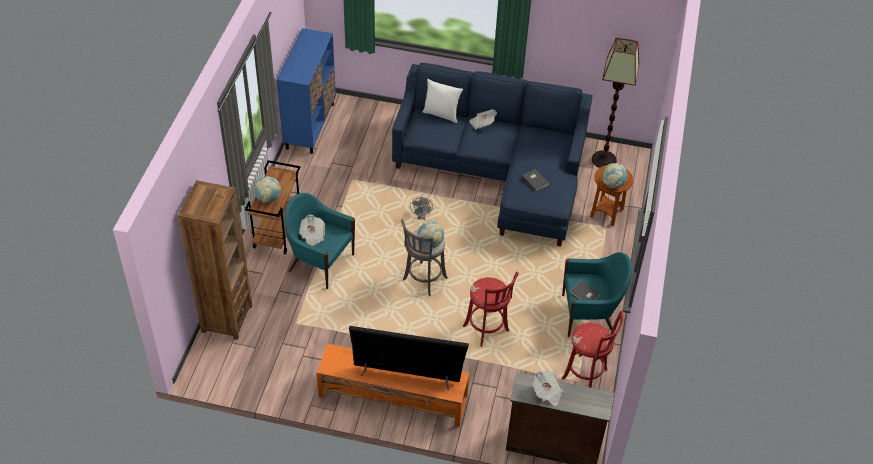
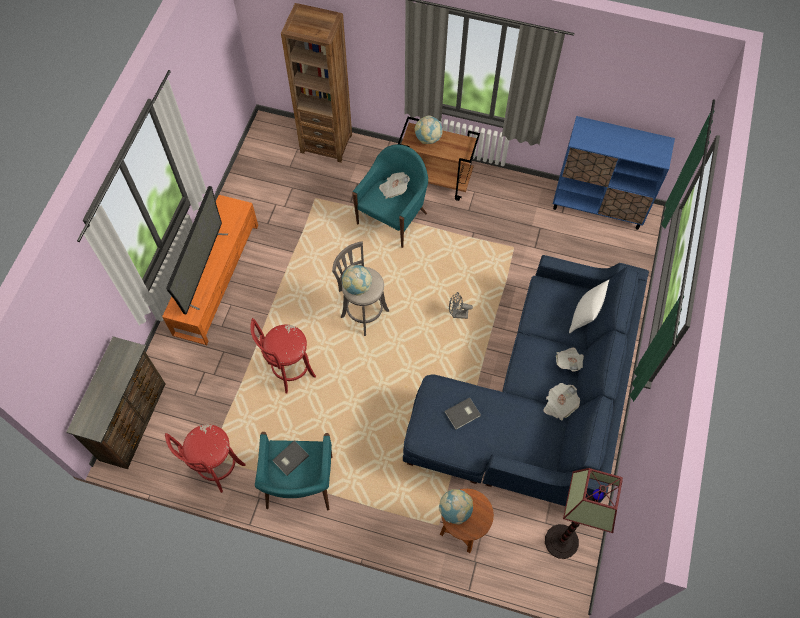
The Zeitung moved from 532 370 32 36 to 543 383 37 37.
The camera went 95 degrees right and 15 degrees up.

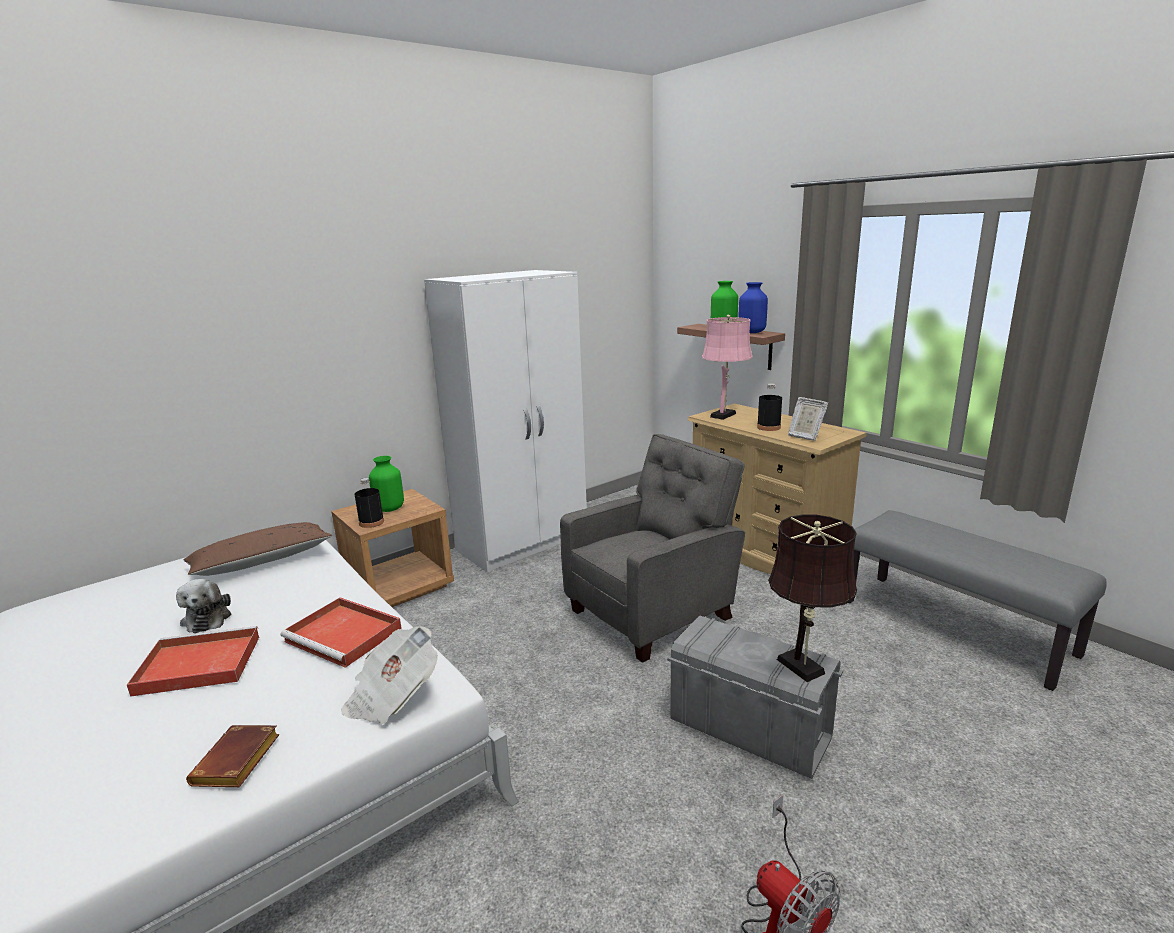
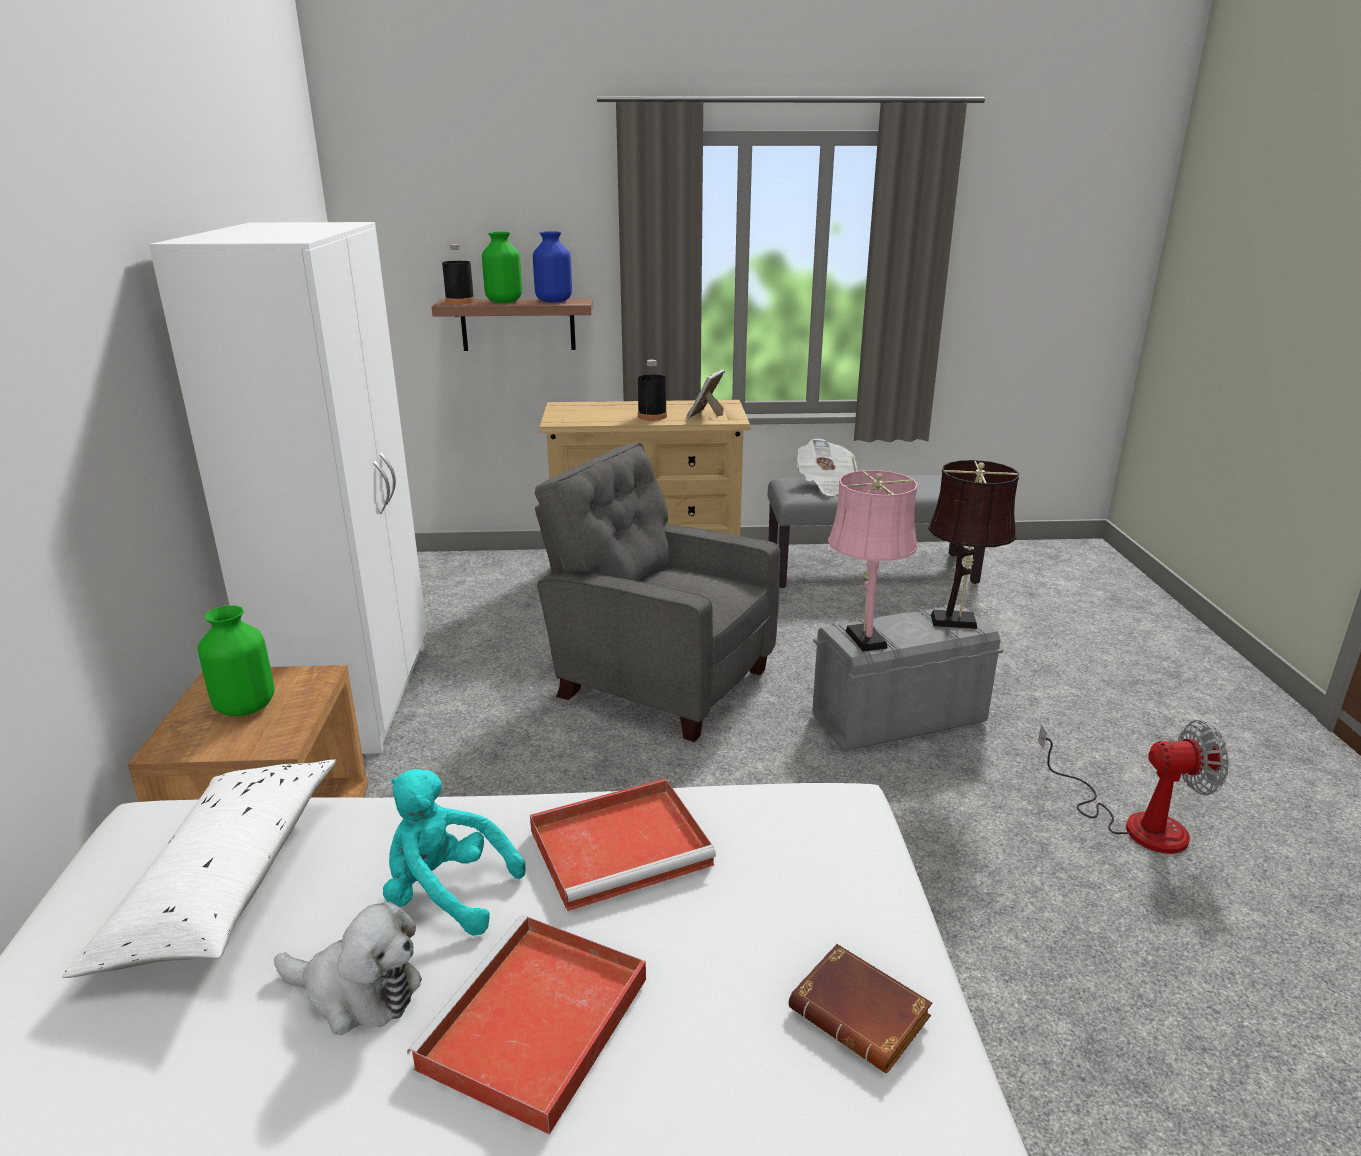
The Tischlampe [rosa] moved from 702 315 51 105 to 828 470 90 181.
The Bilderrahmen at 788 397 40 44 turned 120 degrees clockwise.
The Sessel [grau] at 560 434 185 229 turned 60 degrees counterclockwise.
The Flasche [schwarz] moved from 355 478 29 50 to 442 244 33 60.
The Kissen [braun] at 184 522 149 54 became the Kissen [weiß] at 62 759 274 219.
The Zeitung moved from 341 626 97 98 to 797 439 61 57.
The Plüschtier [türkis] at 383 769 143 167 appeared.
The camera went 55 degrees left and 5 degrees up.

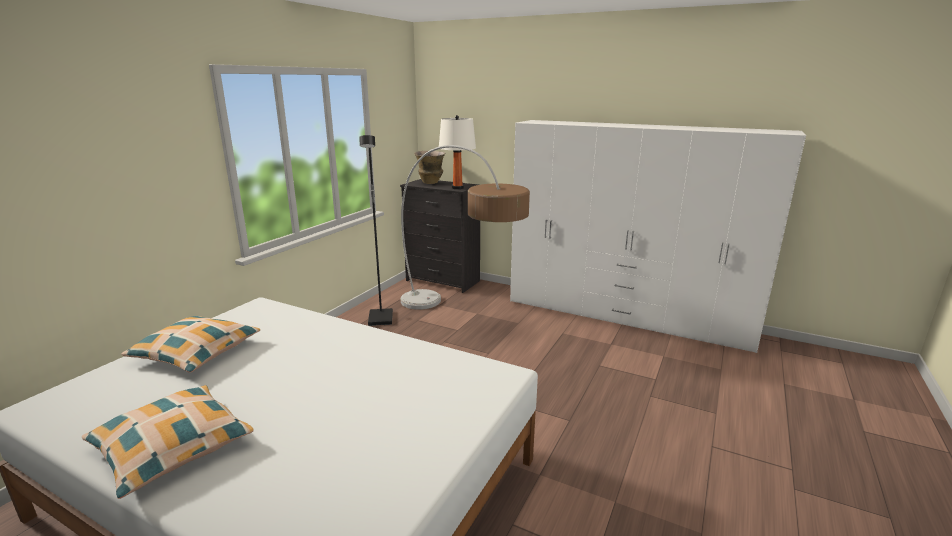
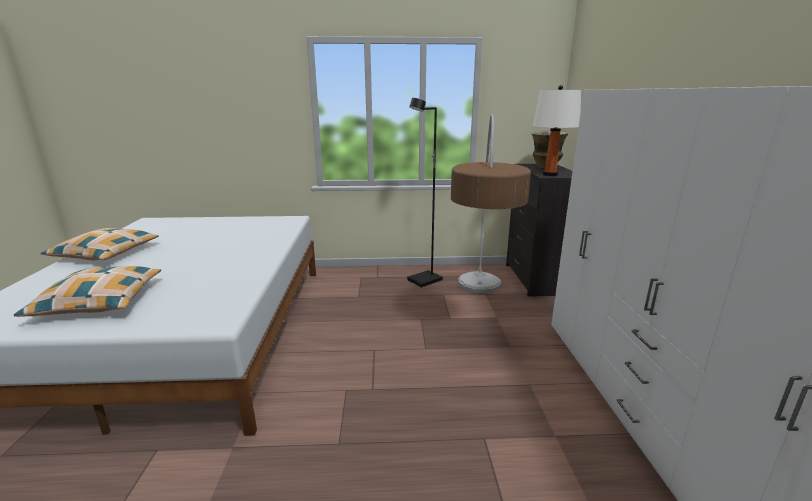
The Kissen moved from 121 316 139 57 to 14 266 148 51.
The camera went 60 degrees right and 0 degrees up.

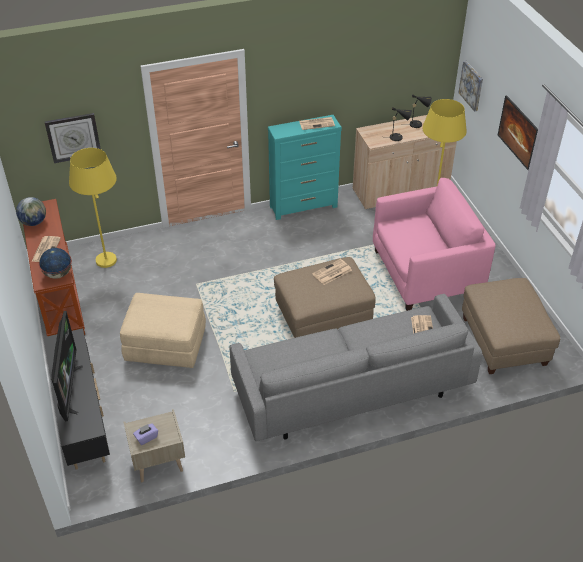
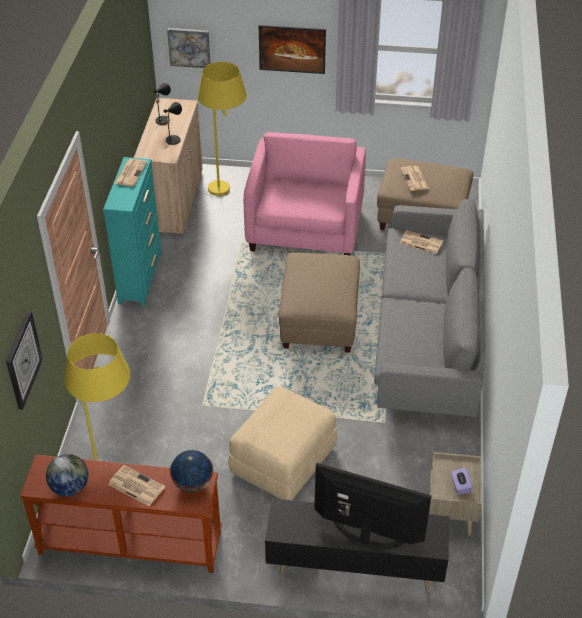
The Zeitung moved from 312 259 40 26 to 400 166 29 25.
The camera went 65 degrees left and 0 degrees up.

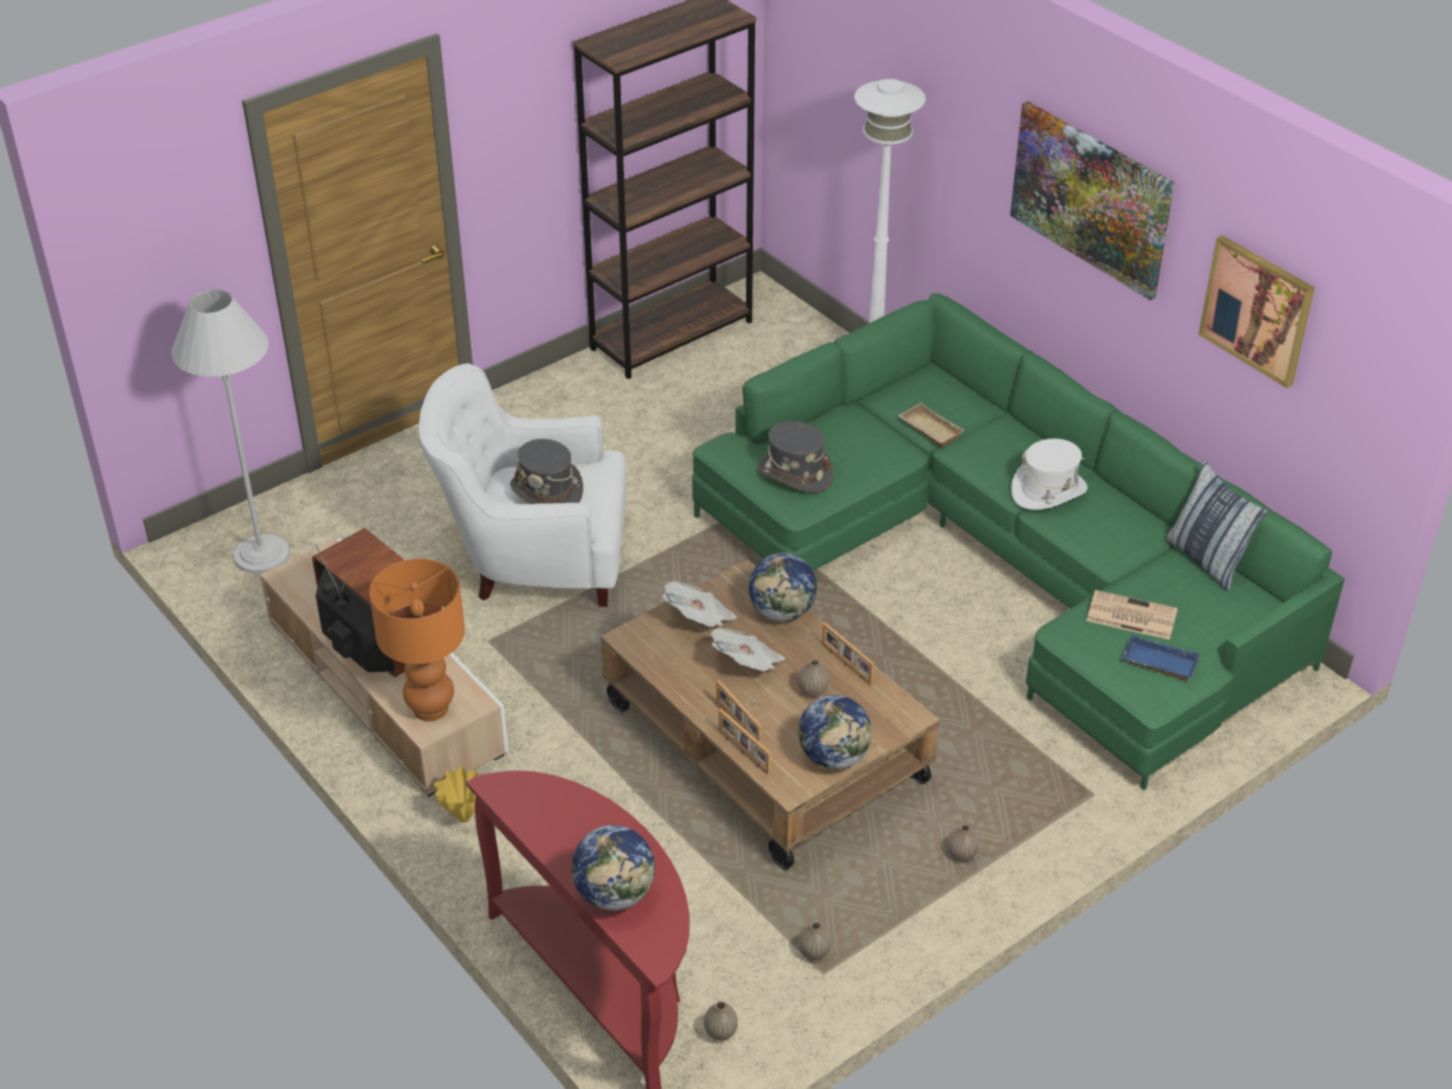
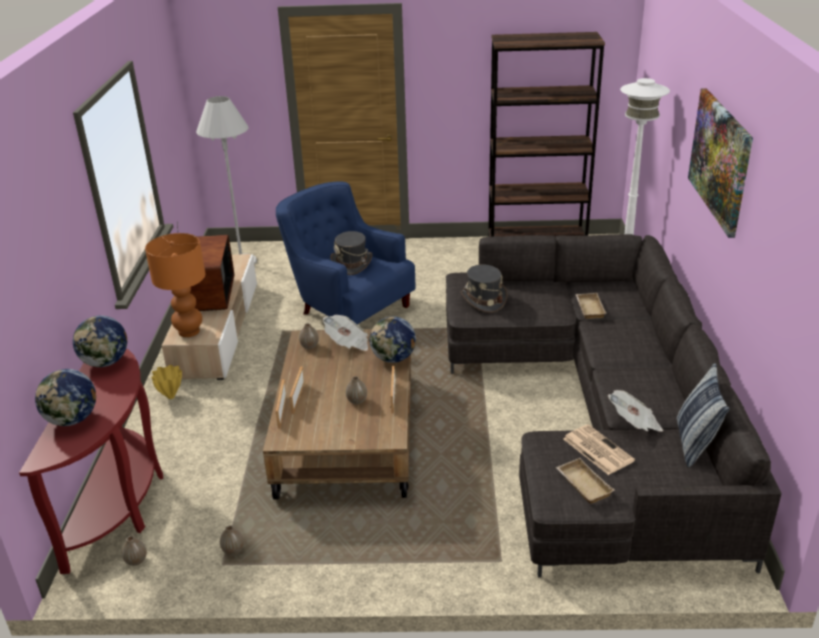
The Bild at 1198 235 117 153 disappeared.
The Sofa [grün] at 692 293 653 497 became the Sofa [grau] at 446 234 336 343.
The Sessel [weiß] at 419 363 208 244 became the Sessel [blau] at 276 181 140 144.
The Hut [weiß] at 1011 439 77 71 disappeared.
The Zeitung moved from 710 628 75 44 to 608 390 55 42.
The Tablett [blau] at 1122 634 79 47 became the Tablett [beige] at 556 458 59 46.
The Globus moved from 798 695 74 74 to 73 315 54 52.
The Vase moved from 947 824 32 38 to 299 323 20 26.
The camera went 40 degrees right and 10 degrees down.

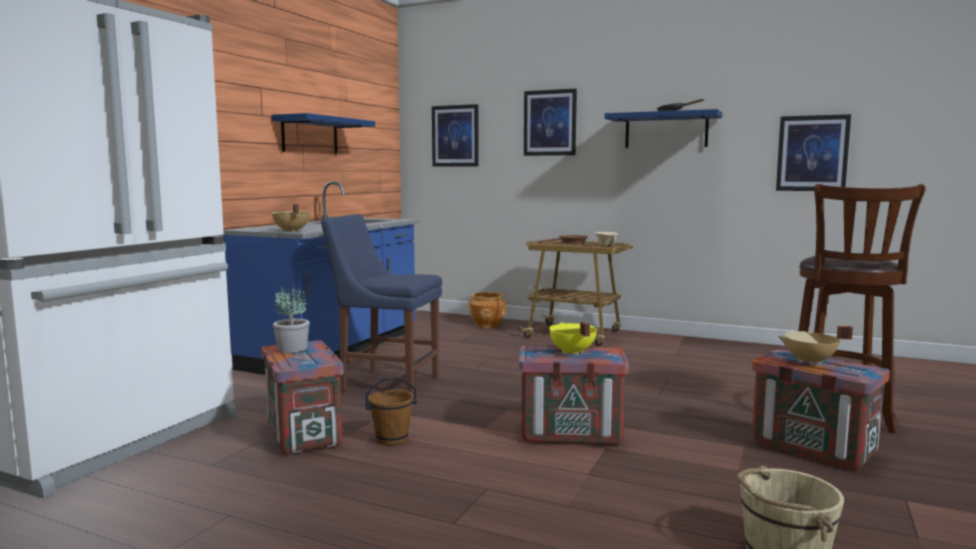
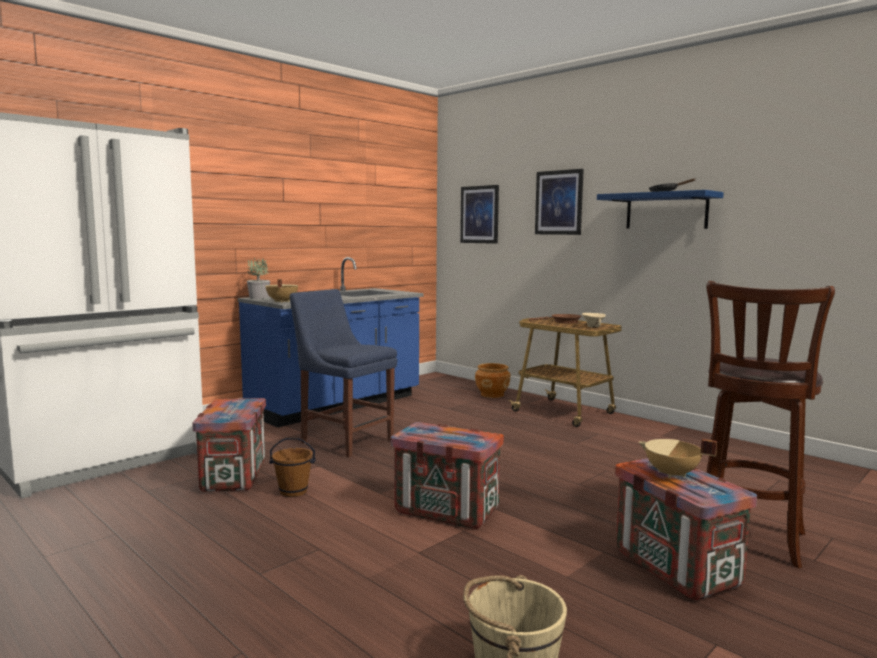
The Wandregal [blau] at 272 113 103 41 disappeared.
The Bild at 776 114 75 77 disappeared.
The Topfpflanze moved from 273 285 36 68 to 247 257 23 42.
The Kochtopf [gelb] at 549 322 48 33 disappeared.
The camera went 20 degrees right and 0 degrees up.

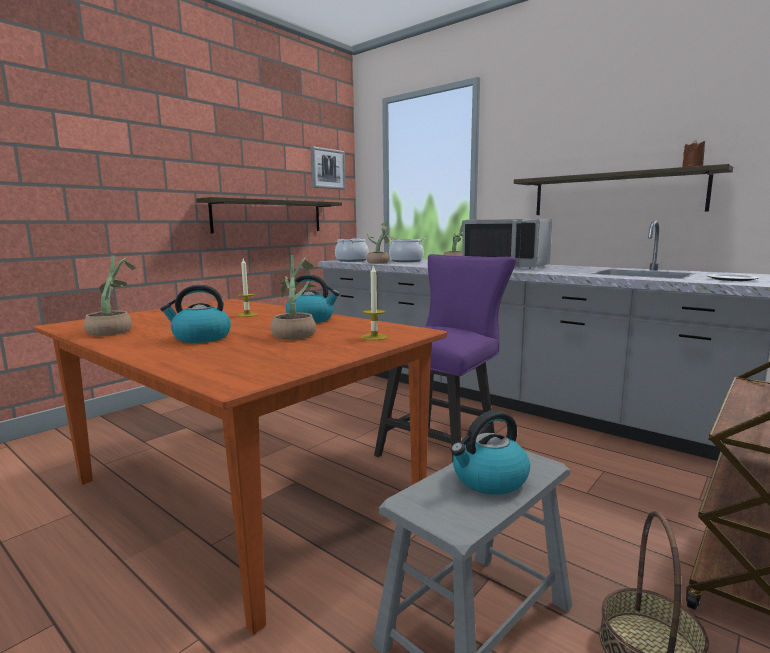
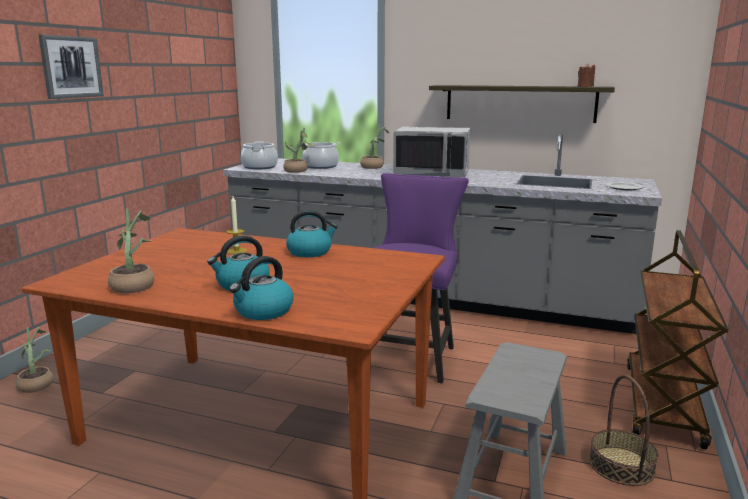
The Bild moved from 311 146 35 44 to 39 35 65 64.
The Wandregal at 196 197 146 36 disappeared.
The Topfpflanze moved from 271 255 46 85 to 16 327 37 66.
The Kerze at 361 264 27 76 disappeared.
The Wasserkessel moved from 451 410 79 85 to 229 256 65 64.
The camera went 20 degrees left and 5 degrees up.

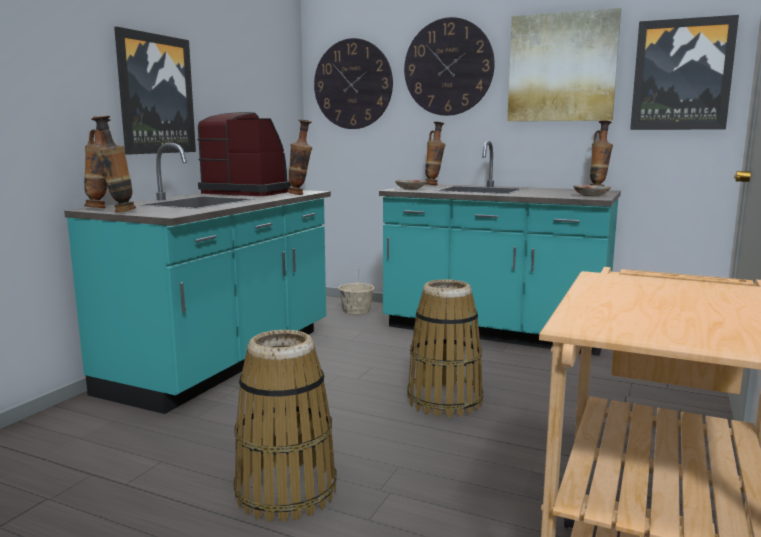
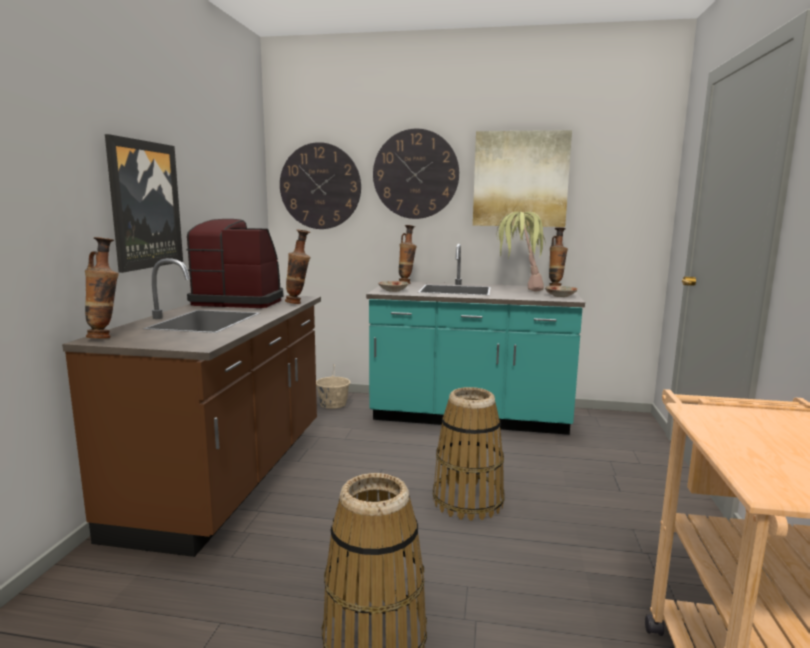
The Bild at 630 15 109 115 disappeared.
The Vase at 91 116 45 96 disappeared.
The Küchenzeile [türkis] at 64 143 267 271 became the Küchenzeile [braun] at 62 258 259 299.
The Topfpflanze at 497 212 49 80 appeared.
The camera went 15 degrees left and 0 degrees up.

